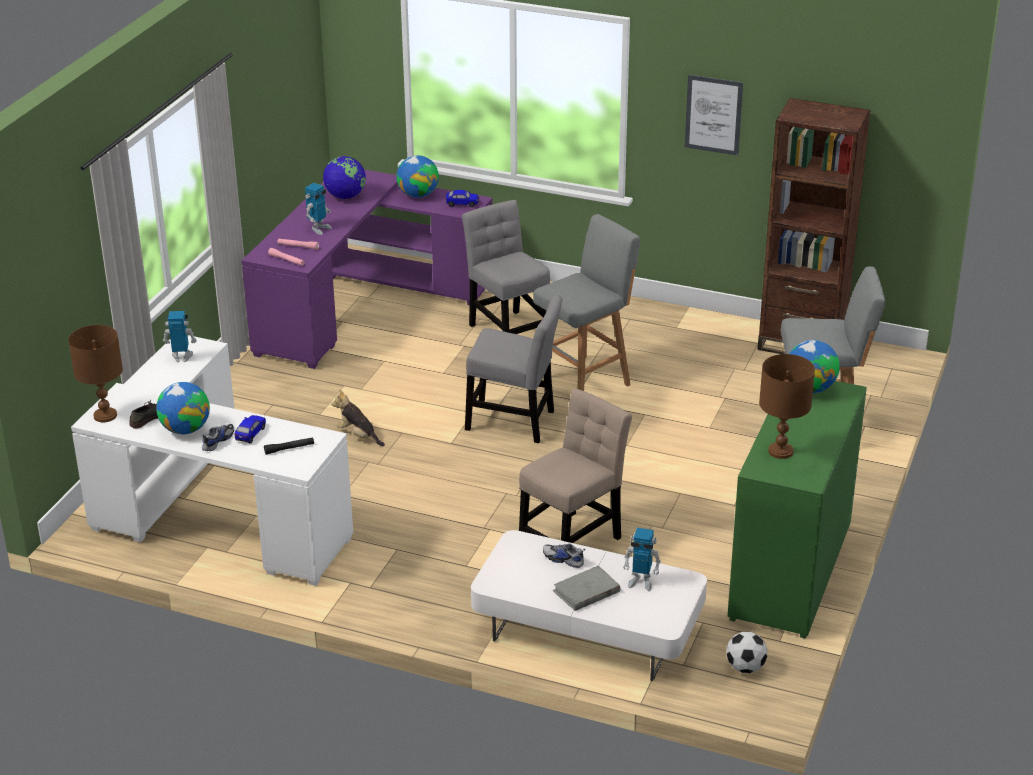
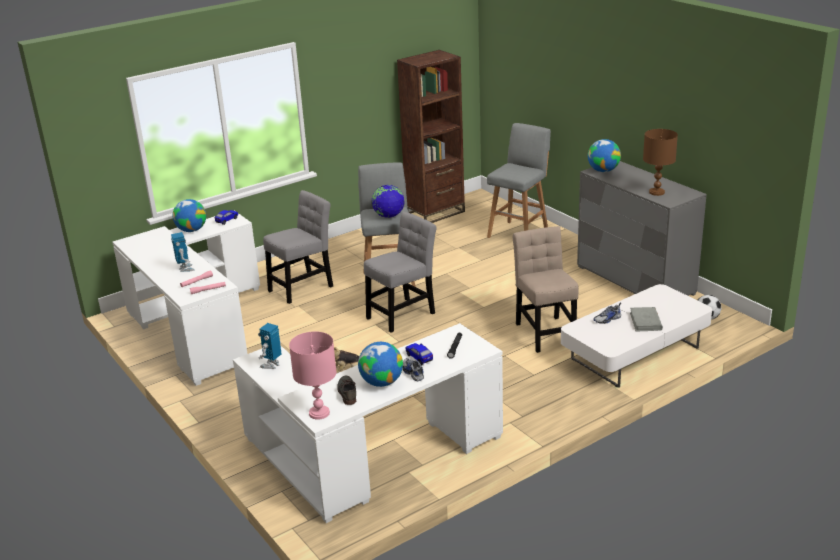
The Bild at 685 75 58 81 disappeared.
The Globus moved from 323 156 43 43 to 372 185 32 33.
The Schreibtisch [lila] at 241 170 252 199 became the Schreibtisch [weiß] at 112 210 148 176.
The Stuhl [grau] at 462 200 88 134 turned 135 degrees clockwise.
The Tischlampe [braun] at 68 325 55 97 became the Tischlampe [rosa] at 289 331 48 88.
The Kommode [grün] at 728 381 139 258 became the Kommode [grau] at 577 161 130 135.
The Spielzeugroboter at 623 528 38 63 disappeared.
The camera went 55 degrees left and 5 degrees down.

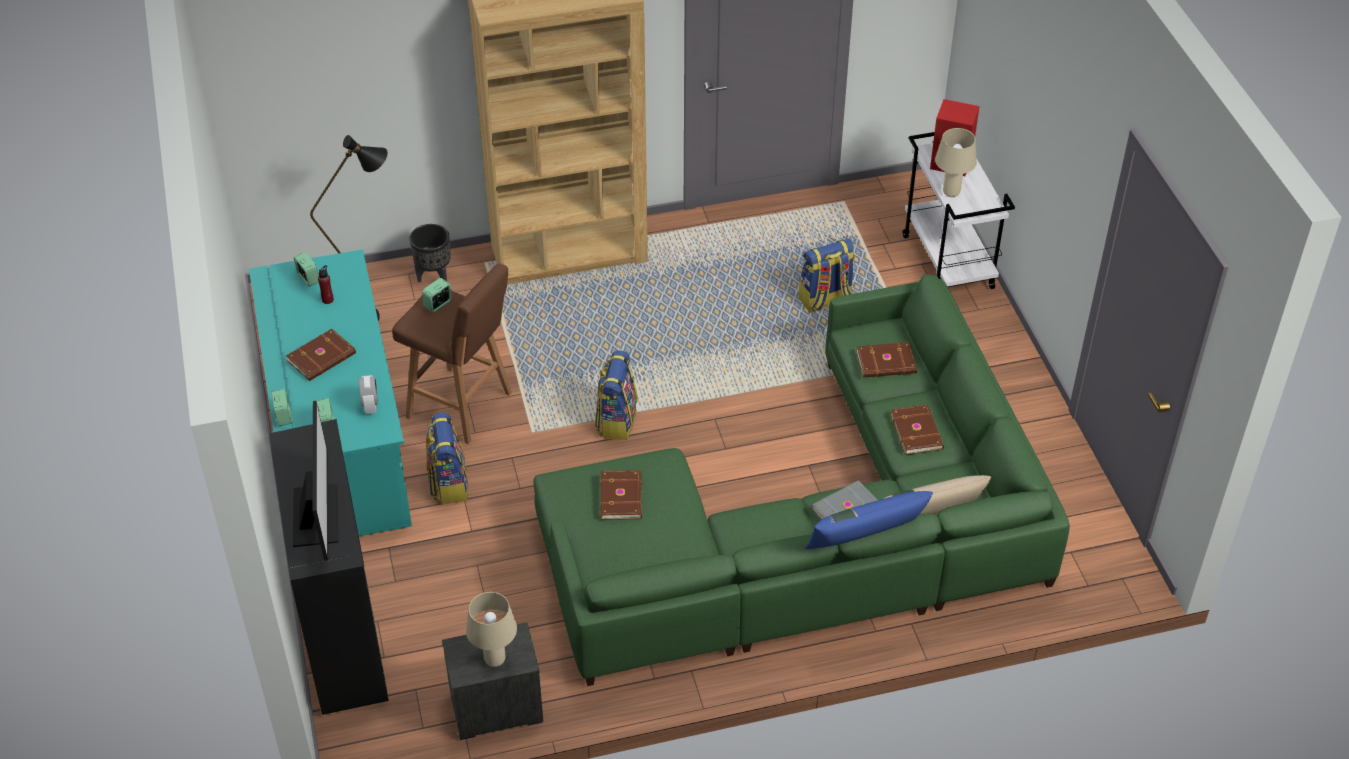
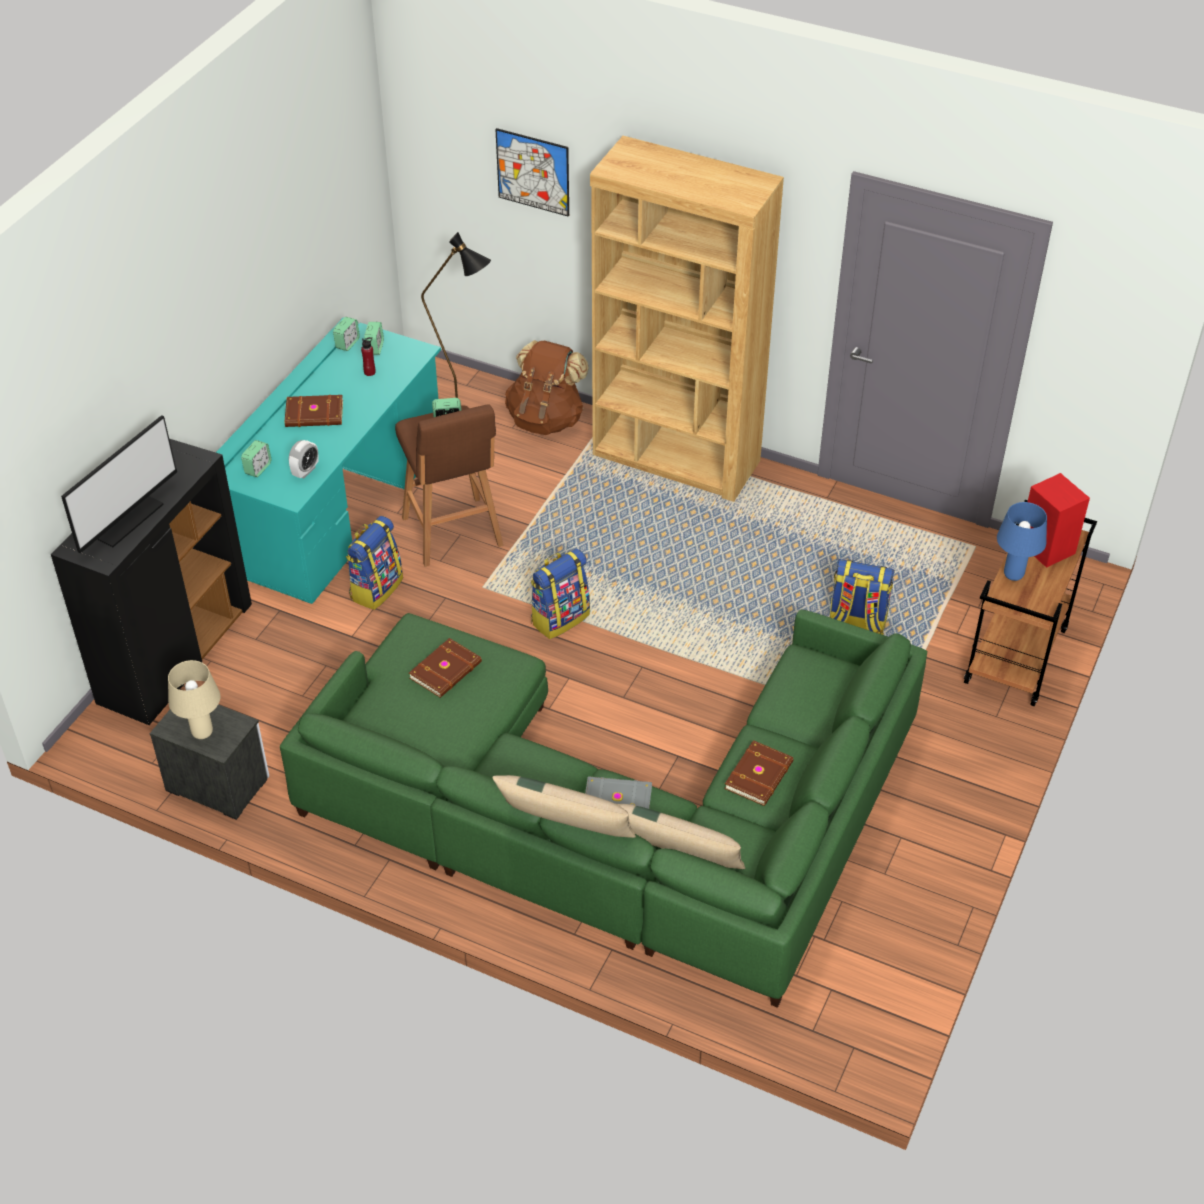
The Tischlampe [beige] at 935 128 42 69 became the Tischlampe [blau] at 997 502 50 79.
The Rollwagen [weiß] at 903 132 112 157 became the Rollwagen [braun] at 964 500 133 206.
The Pflanzkübel [schwarz] at 409 224 42 59 was replaced by the Rucksack [braun] at 505 340 84 95.
The Buch [braun] at 856 342 61 35 disappeared.
The Wecker moved from 271 389 21 37 to 333 317 27 34.
The Kissen [blau] at 805 491 128 58 became the Kissen [beige] at 492 775 144 63.
The Bild at 495 128 74 89 appeared.
The camera went 40 degrees right and 0 degrees up.

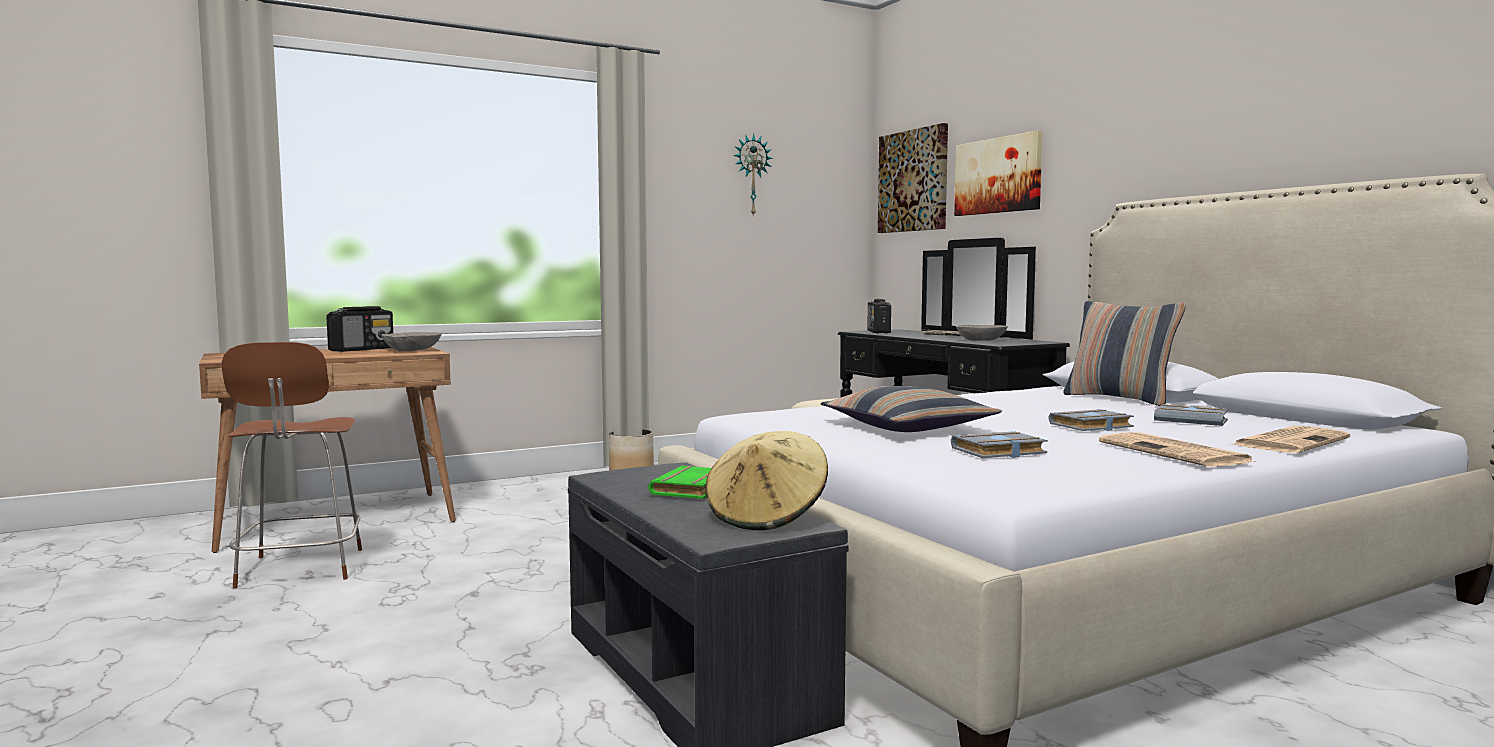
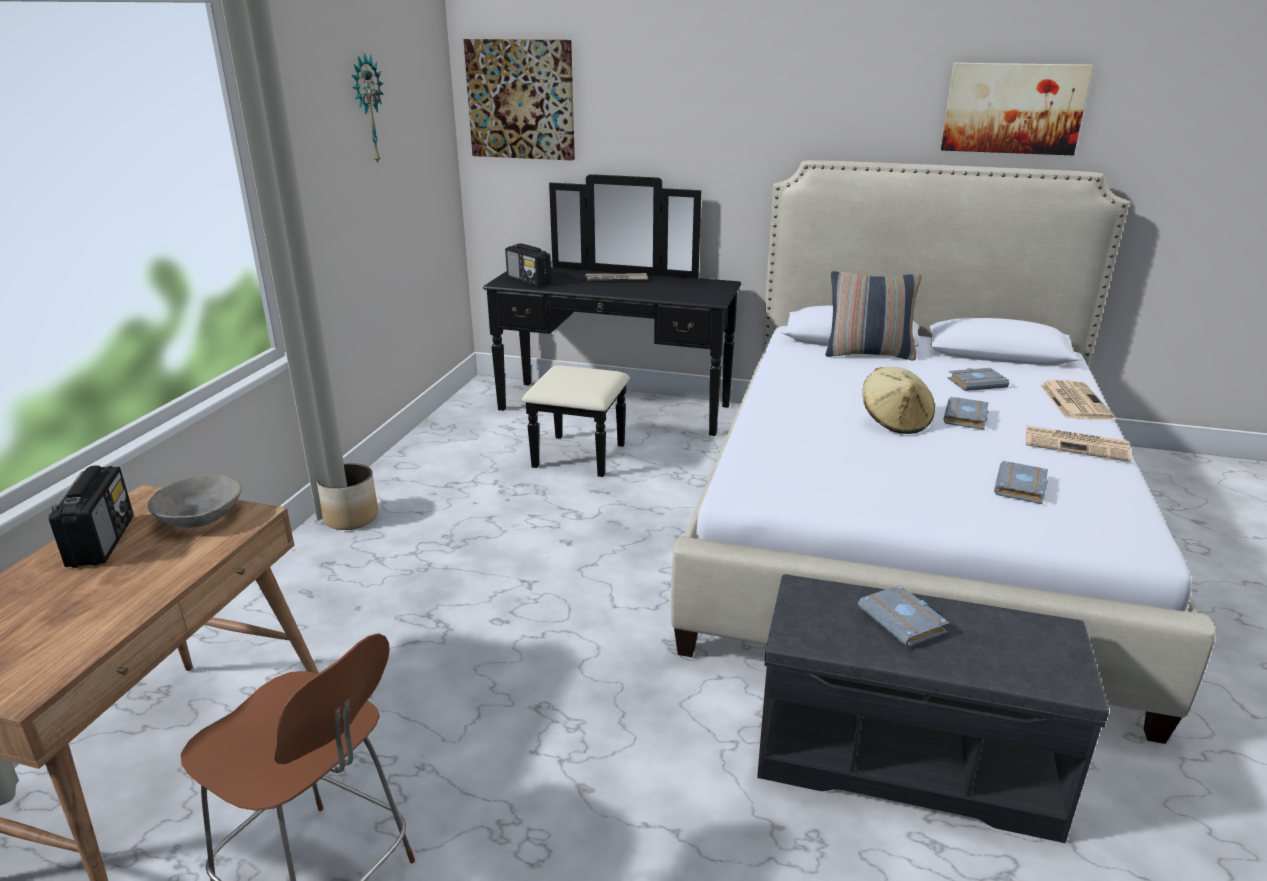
The Bild moved from 954 130 89 86 to 941 63 152 92.
The Schüssel [grau] at 956 325 52 16 disappeared.
The Kissen at 821 386 181 46 disappeared.
The Hut [beige] moved from 705 431 123 99 to 863 367 72 67.
The Buch [grün] at 648 466 63 33 became the Buch [grau] at 858 585 92 63.
The camera went 45 degrees left and 20 degrees up.

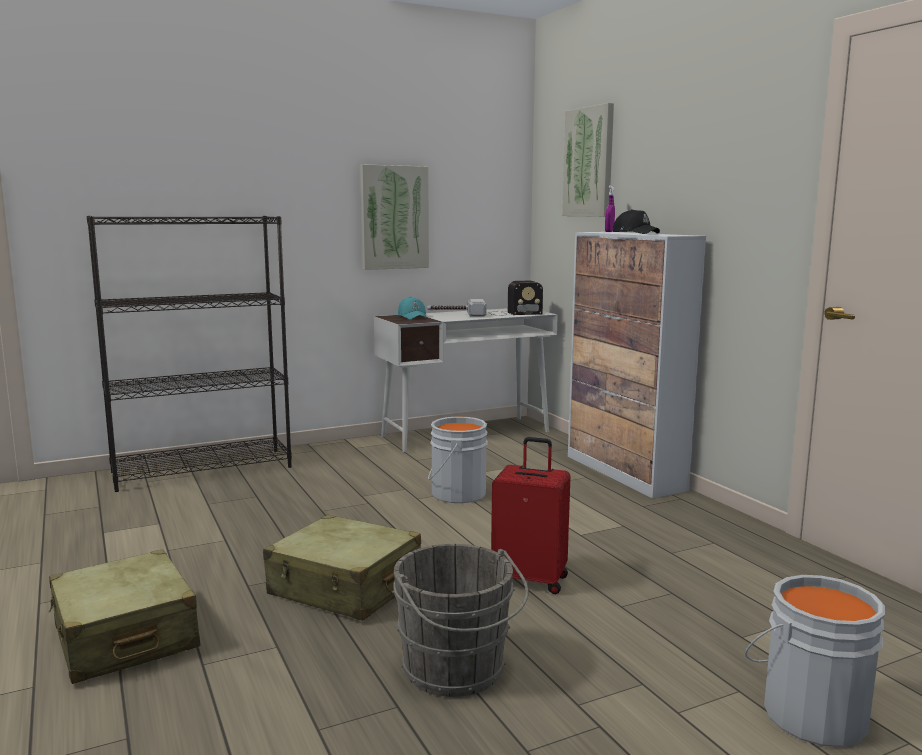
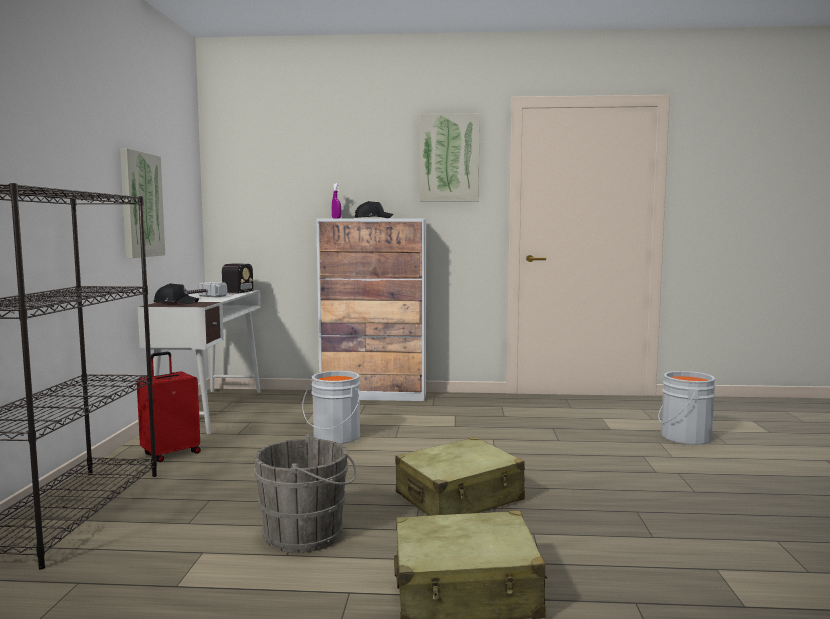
The Bild moved from 562 103 52 114 to 420 113 60 89.
The Kappe [türkis] at 398 297 28 22 became the Kappe [schwarz] at 154 283 45 21.
The Koffer [rot] moved from 491 437 80 157 to 137 352 64 110.
The Eimer [grau] moved from 392 544 137 153 to 253 434 104 119.
The camera went 60 degrees left and 5 degrees down.

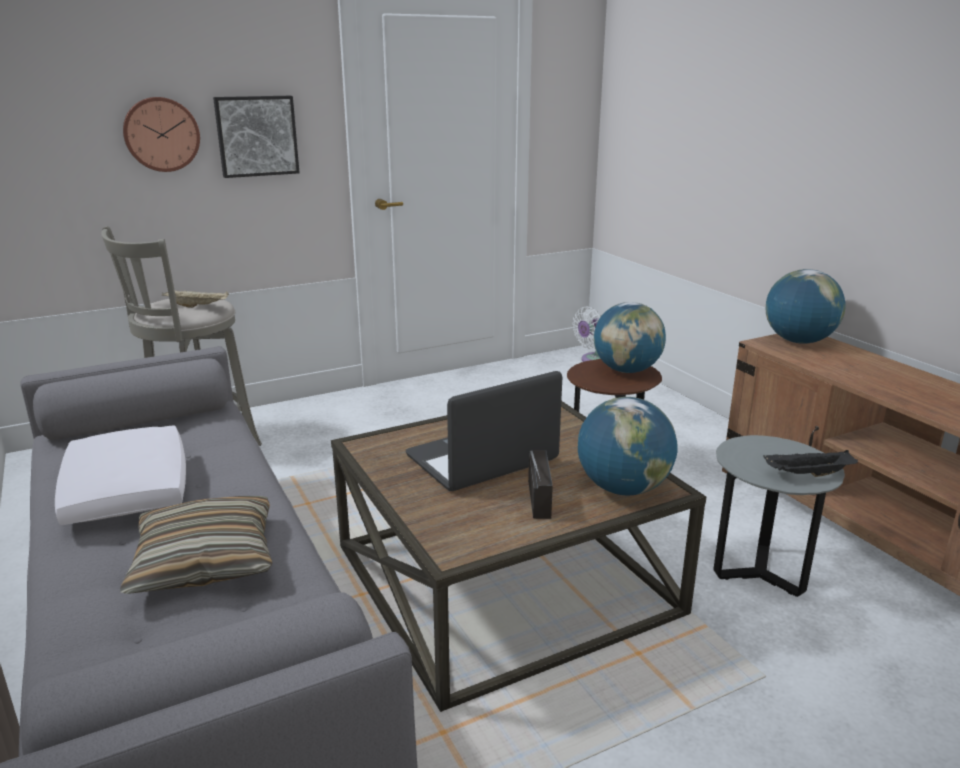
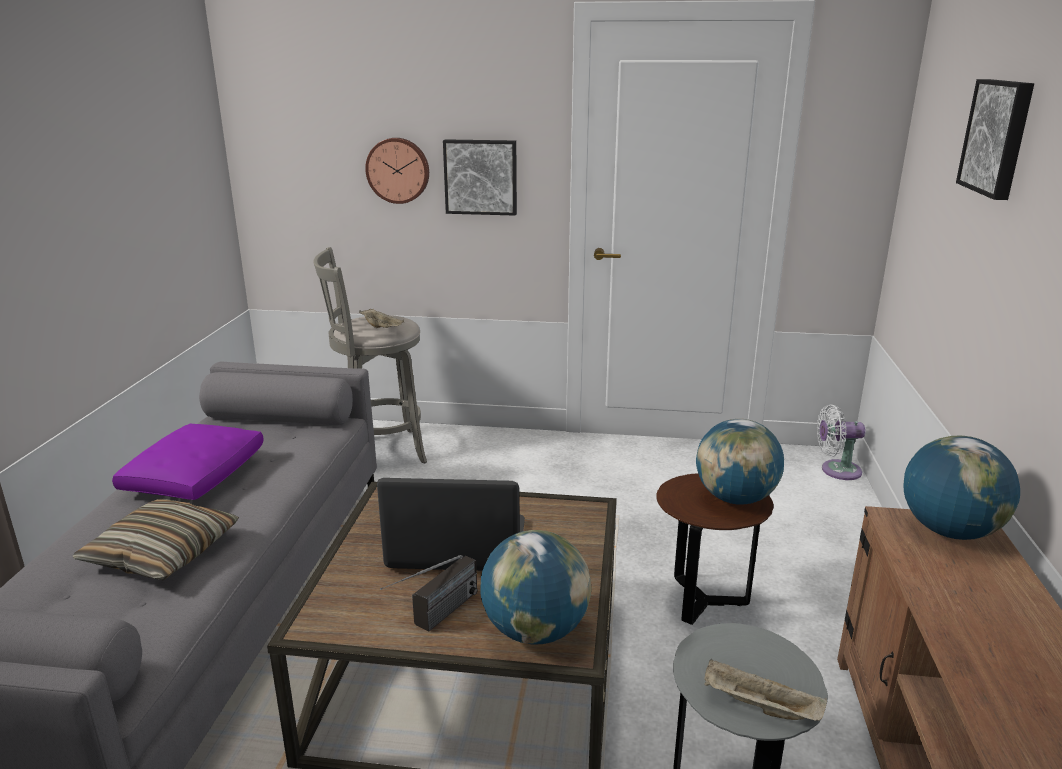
The Kissen [weiß] at 55 425 131 100 became the Kissen [lila] at 112 424 152 76.
The Tablett [schwarz] at 763 450 95 27 became the Tablett [beige] at 704 659 123 62.
The Bild at 956 79 78 121 appeared.
The camera went 35 degrees right and 0 degrees up.

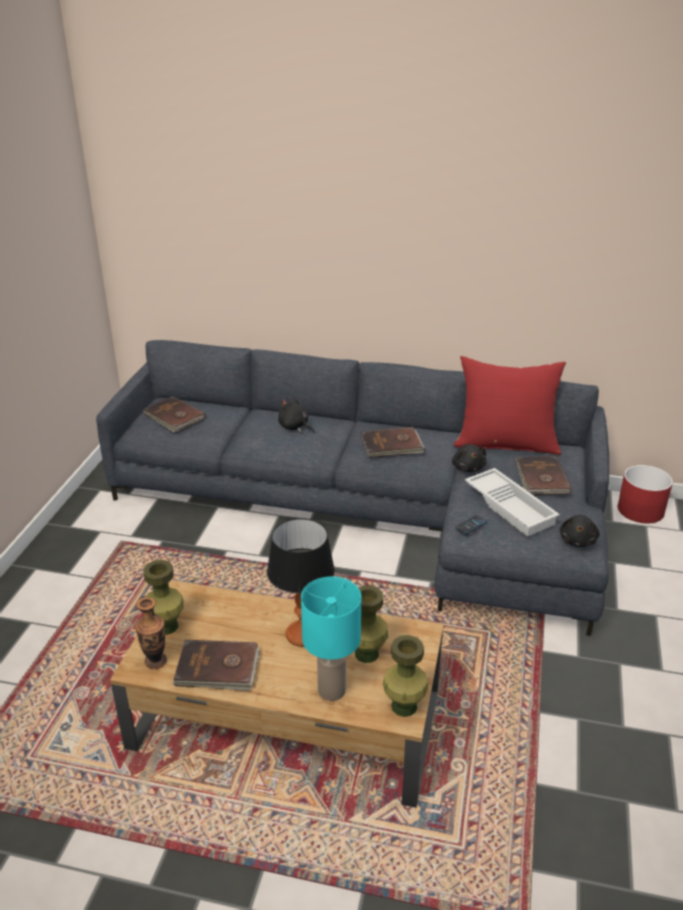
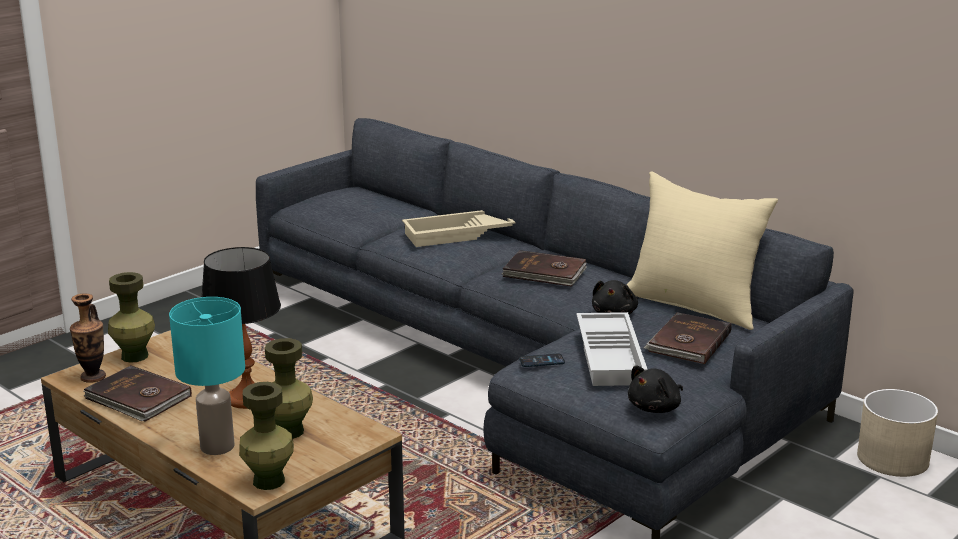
The Kissen [rot] at 453 356 113 99 became the Kissen [beige] at 627 172 151 158.
The Buch [braun] at 143 396 62 36 disappeared.
The Plüschtier [schwarz] at 278 396 37 37 was replaced by the Tablett [beige] at 402 210 113 37.
The Pflanzkübel [rot] at 618 465 55 58 became the Pflanzkübel [beige] at 857 389 81 88.
The camera went 30 degrees right and 10 degrees down.

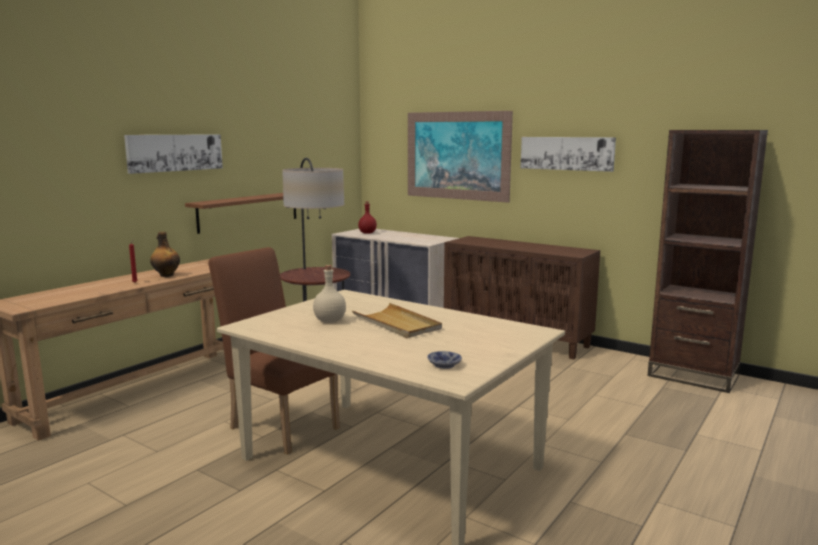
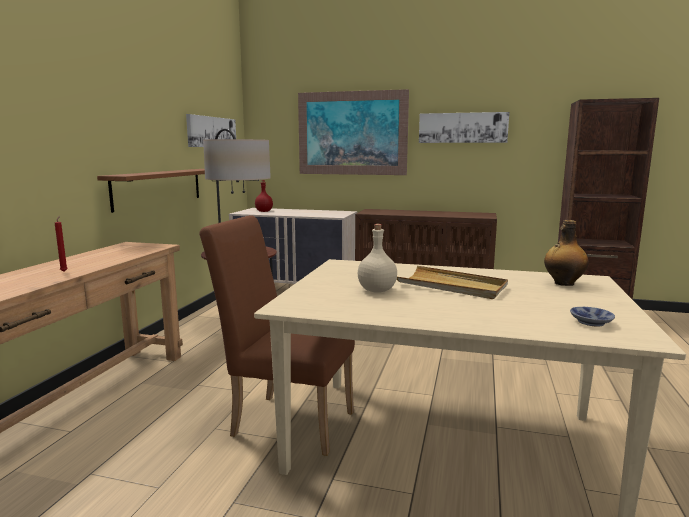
The Bild moved from 124 134 99 40 to 186 114 50 33.
The Flasche moved from 150 232 30 45 to 544 220 45 66.
The camera went 20 degrees left and 0 degrees up.

